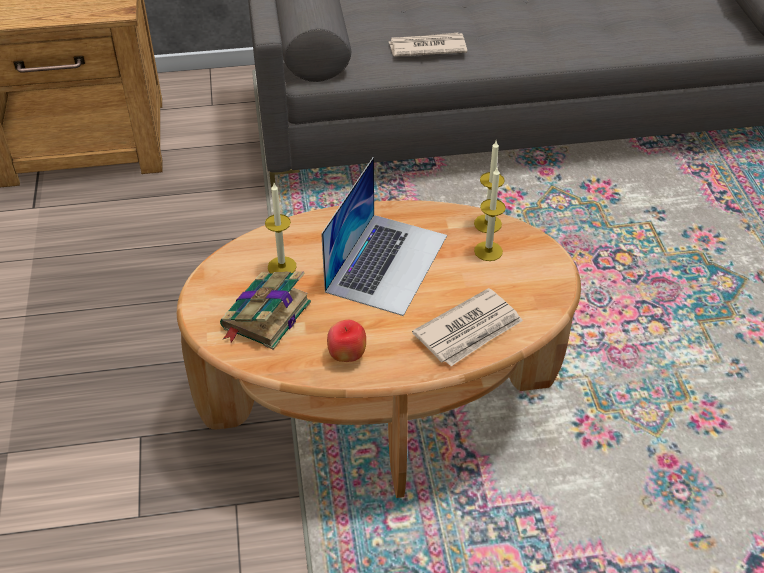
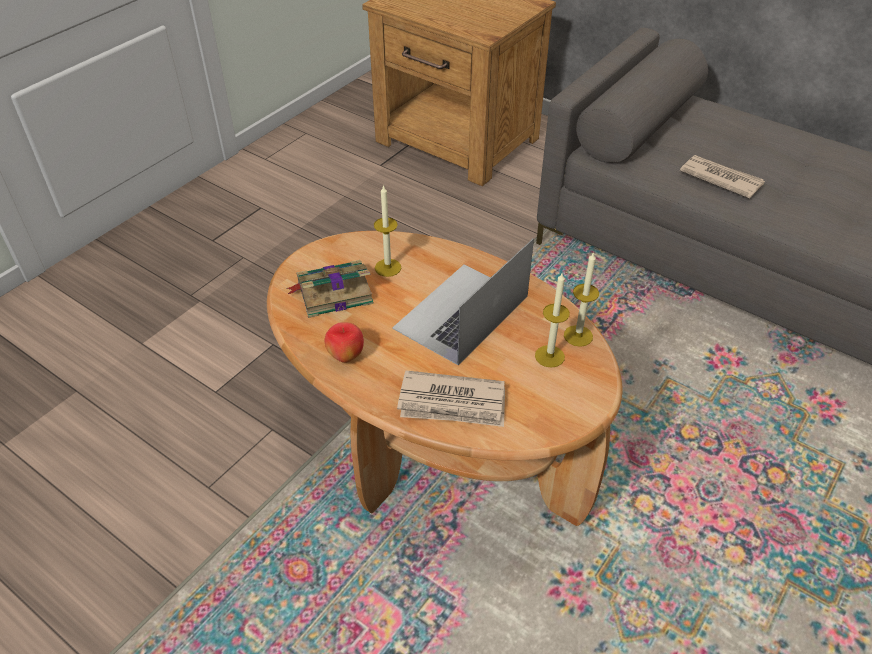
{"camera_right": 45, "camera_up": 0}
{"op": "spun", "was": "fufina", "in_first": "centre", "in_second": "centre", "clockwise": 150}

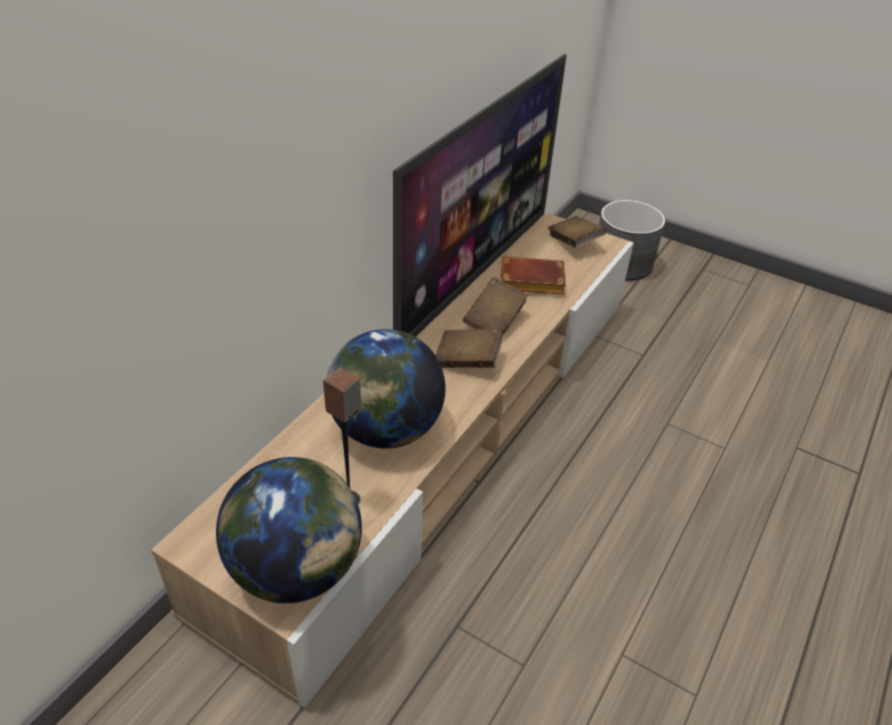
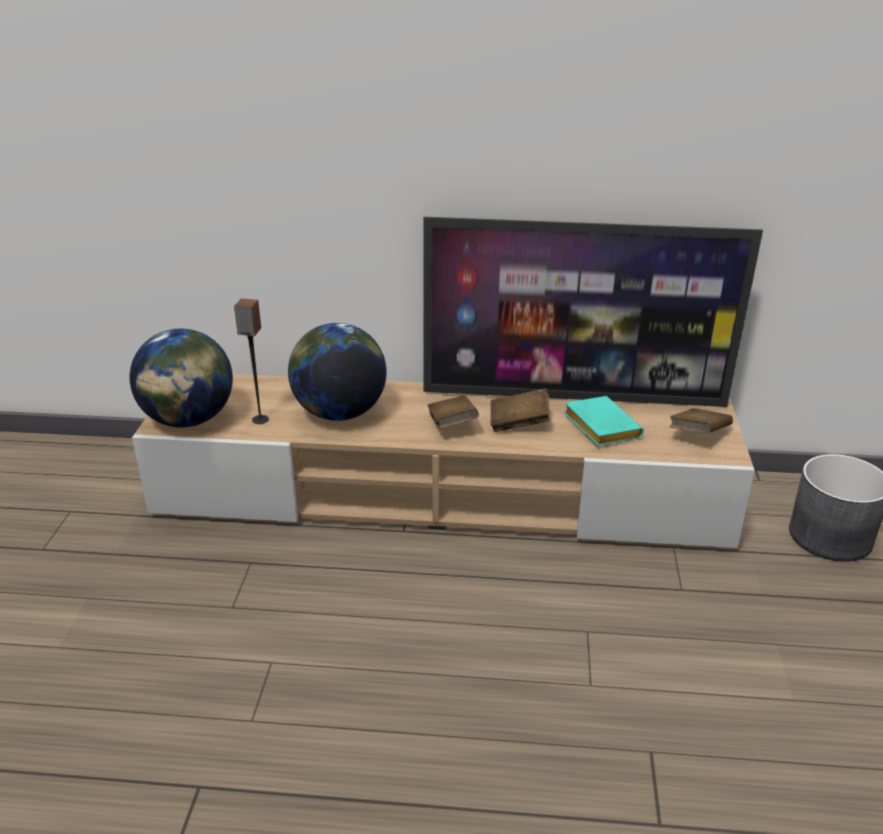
{"camera_right": 65, "camera_up": -10}
{"op": "colour", "was": "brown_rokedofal (no. 3 from left)", "now": "turquoise_rokedofal", "in_first": "centre", "in_second": "middle right"}

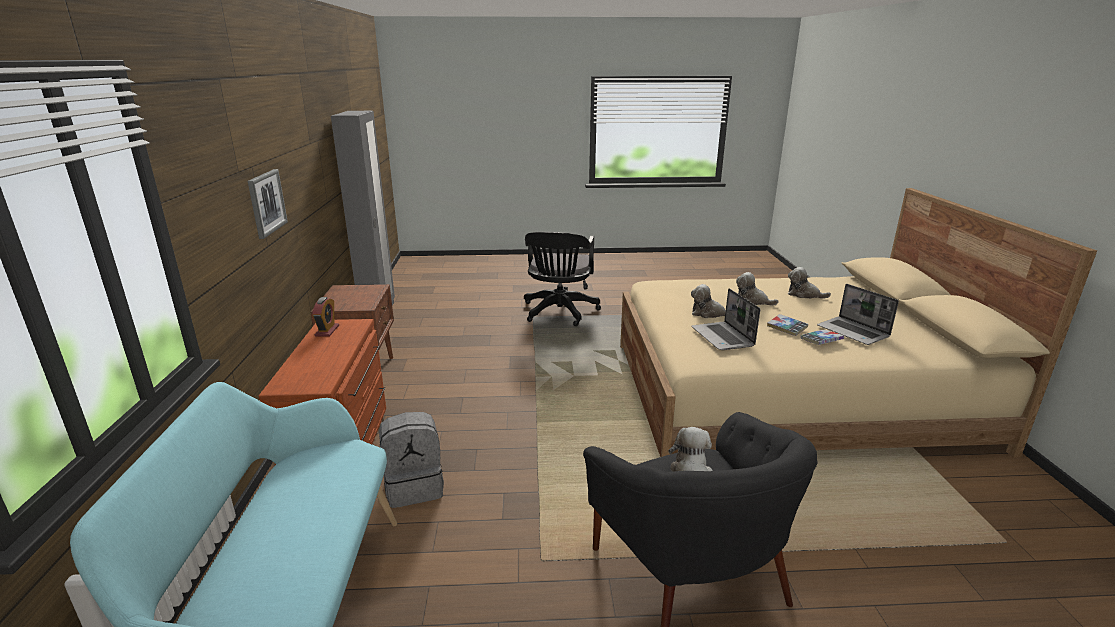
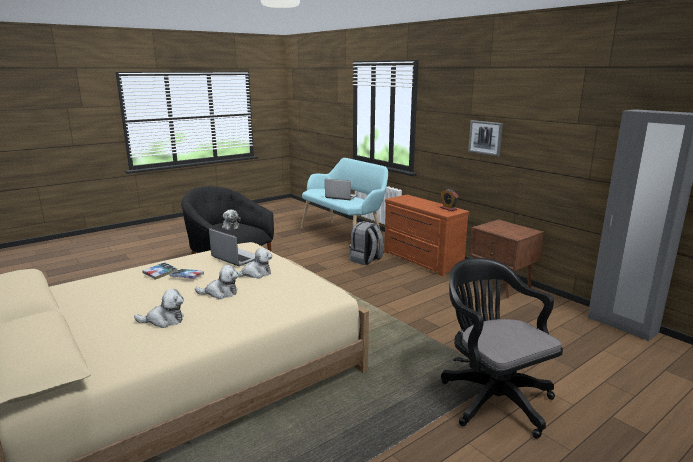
{"camera_right": 145, "camera_up": -5}
{"op": "relocated", "was": "fufina (no. 2 from left)", "in_first": "middle right", "in_second": "centre"}

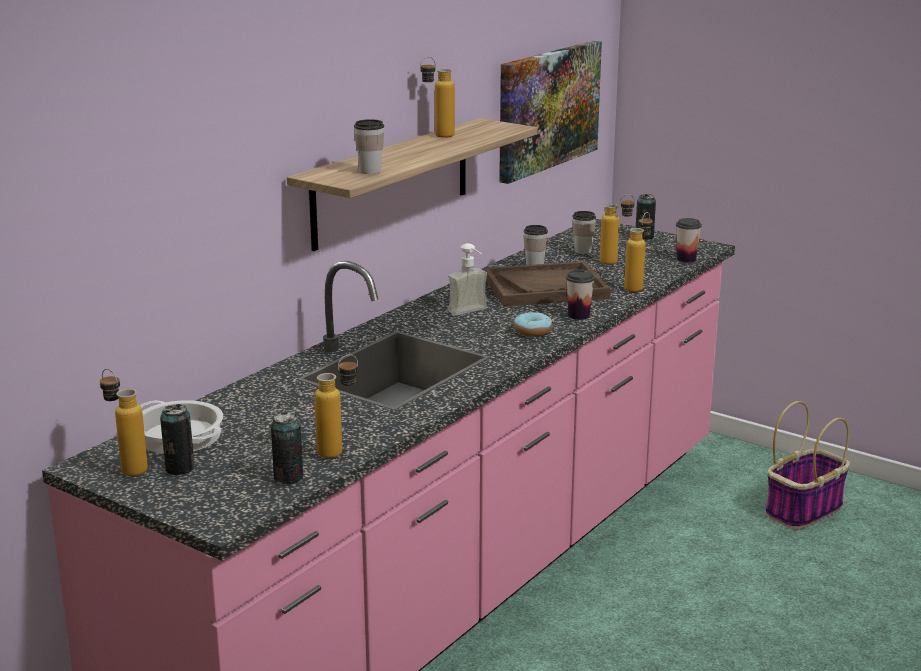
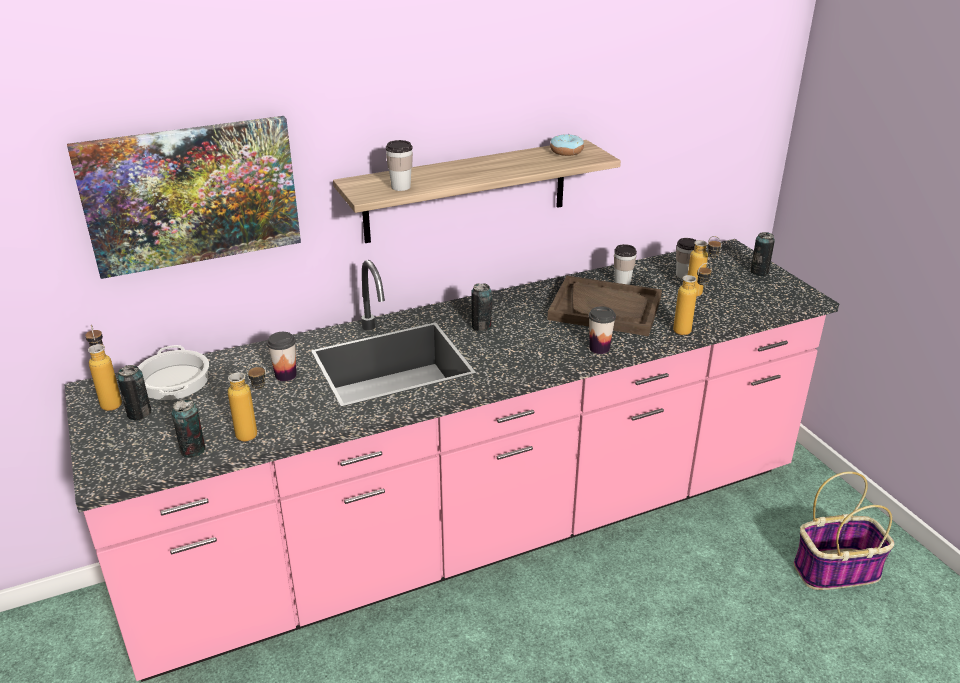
{"camera_right": 30, "camera_up": 10}
{"op": "relocated", "was": "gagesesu", "in_first": "top centre", "in_second": "top left"}
{"op": "relocated", "was": "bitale (no. 5 from left in the first image)", "now": "bitale (no. 1 from left)", "in_first": "middle right", "in_second": "middle left"}
{"op": "appeared", "now": "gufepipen (no. 3 from left)", "in_second": "centre"}
{"op": "relocated", "was": "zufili", "in_first": "centre", "in_second": "top centre"}
{"op": "missing", "was": "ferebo (no. 3 from left)", "in_first": "top centre"}
{"op": "missing", "was": "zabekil", "in_first": "centre"}

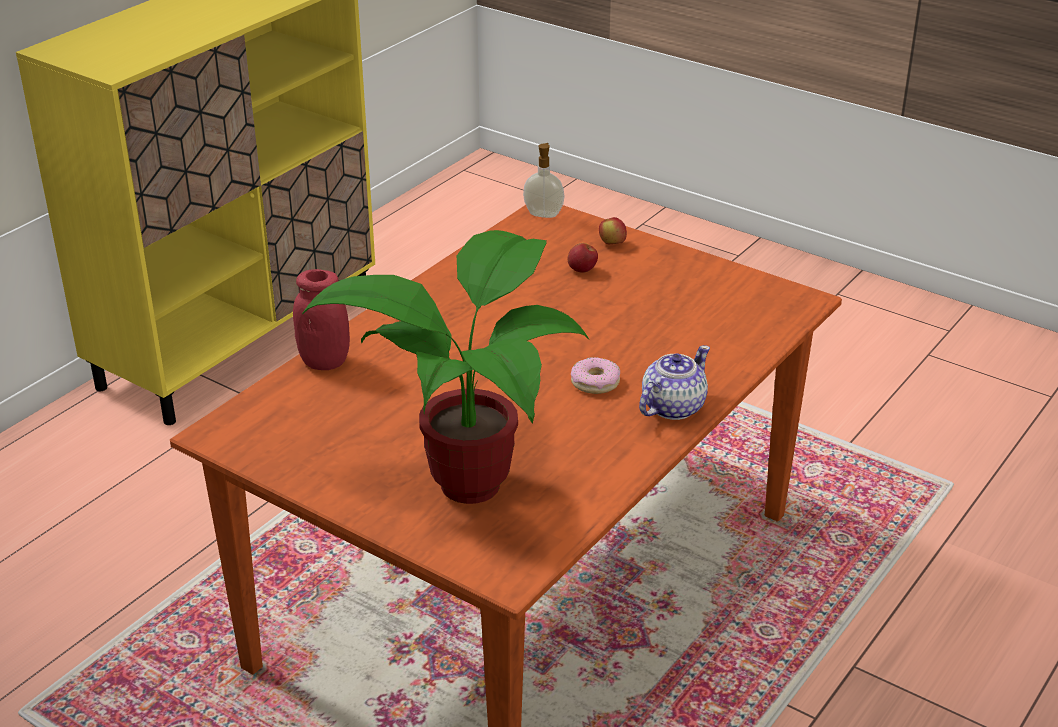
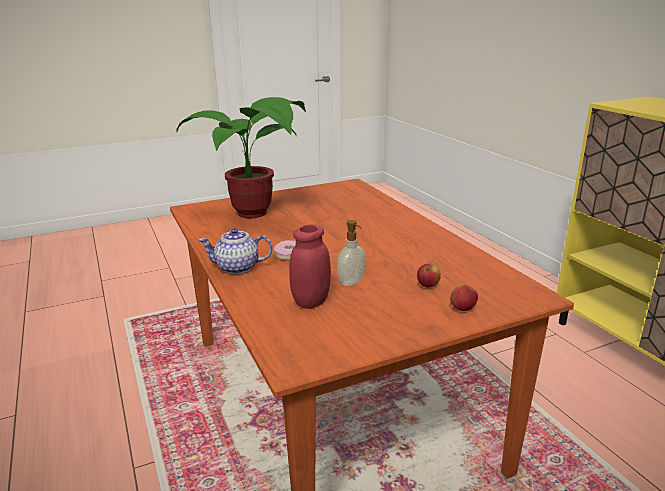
{"camera_right": 120, "camera_up": -10}
{"op": "spun", "was": "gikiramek", "in_first": "centre", "in_second": "centre", "clockwise": 105}
{"op": "relocated", "was": "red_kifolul", "in_first": "middle left", "in_second": "centre"}
{"op": "relocated", "was": "zabekil", "in_first": "top centre", "in_second": "centre"}

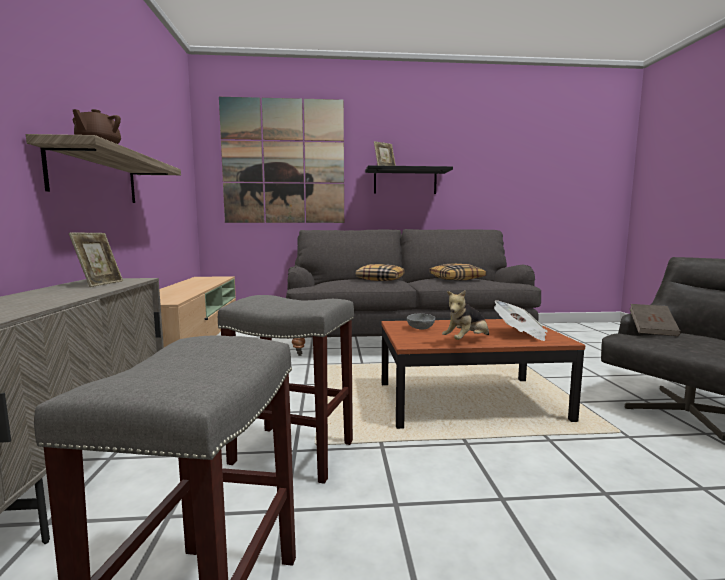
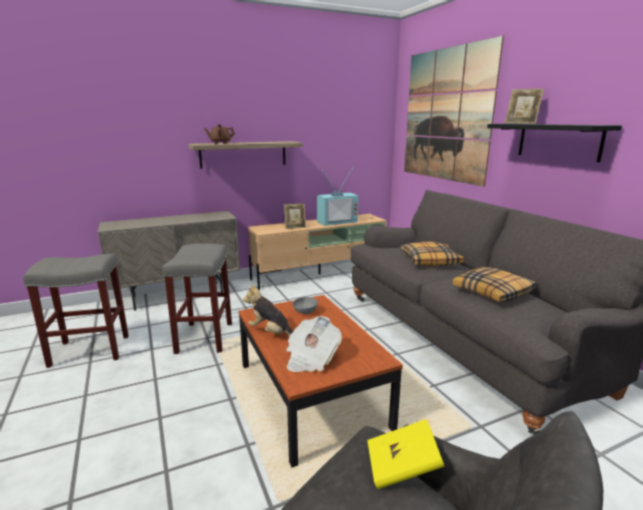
{"camera_right": 70, "camera_up": 10}
{"op": "relocated", "was": "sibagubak (no. 1 from left)", "in_first": "middle left", "in_second": "centre"}
{"op": "appeared", "now": "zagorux", "in_second": "centre"}
{"op": "colour", "was": "brown_rokedofal", "now": "yellow_rokedofal", "in_first": "middle right", "in_second": "bottom centre"}

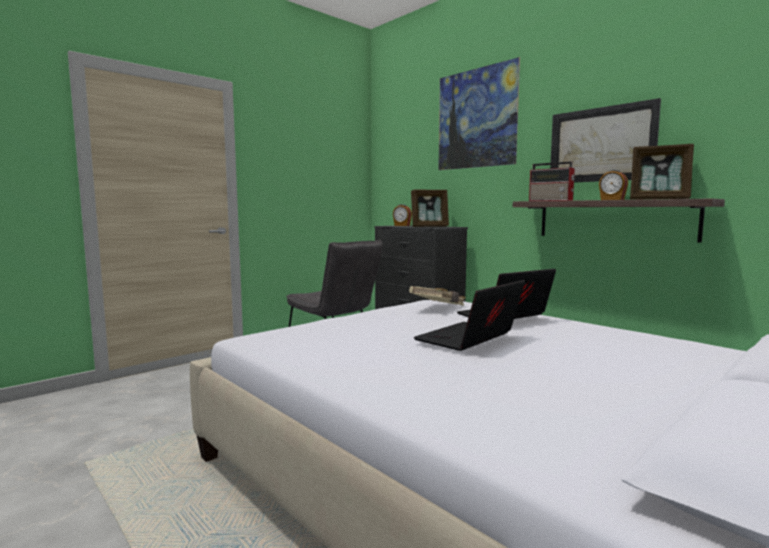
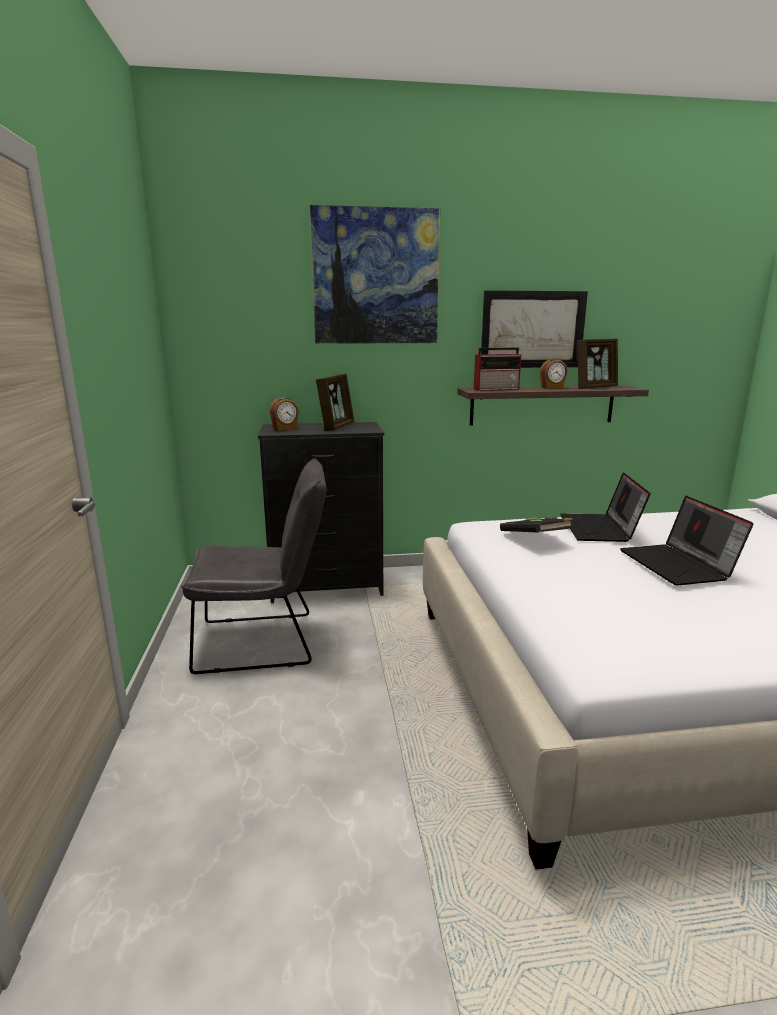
{"camera_right": -55, "camera_up": 10}
{"op": "colour", "was": "beige_rokedofal", "now": "black_rokedofal", "in_first": "centre", "in_second": "middle right"}

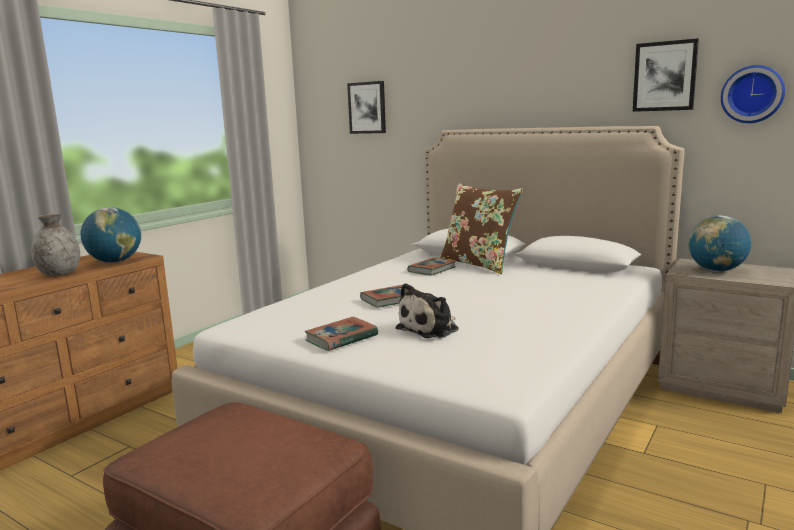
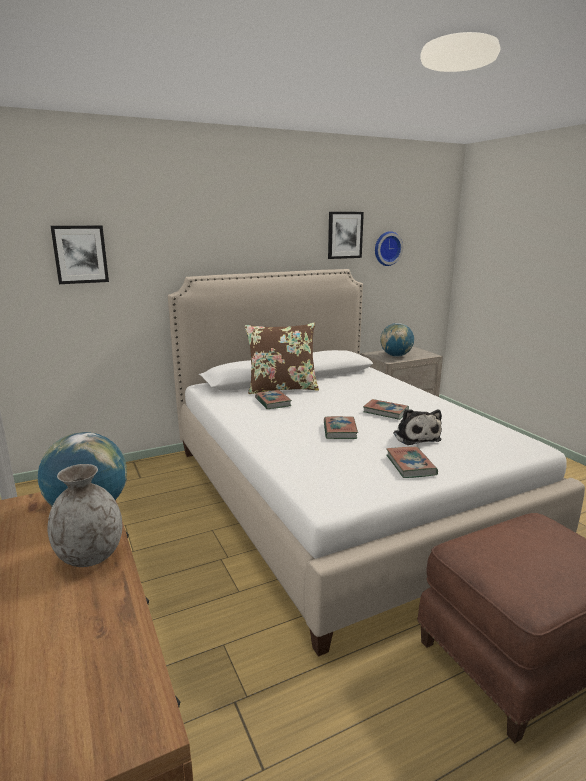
{"camera_right": -60, "camera_up": 5}
{"op": "appeared", "now": "rokedofal (no. 3 from left)", "in_second": "centre"}

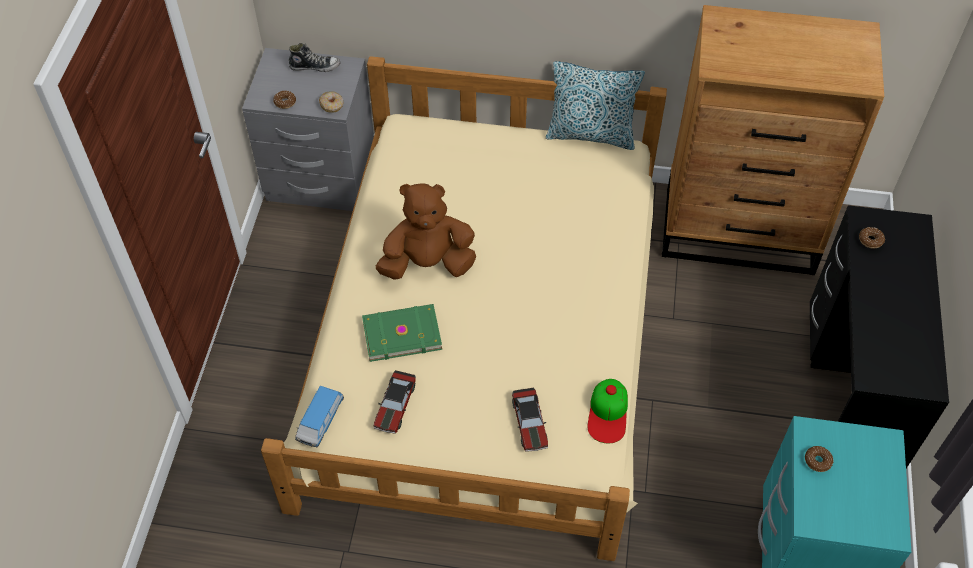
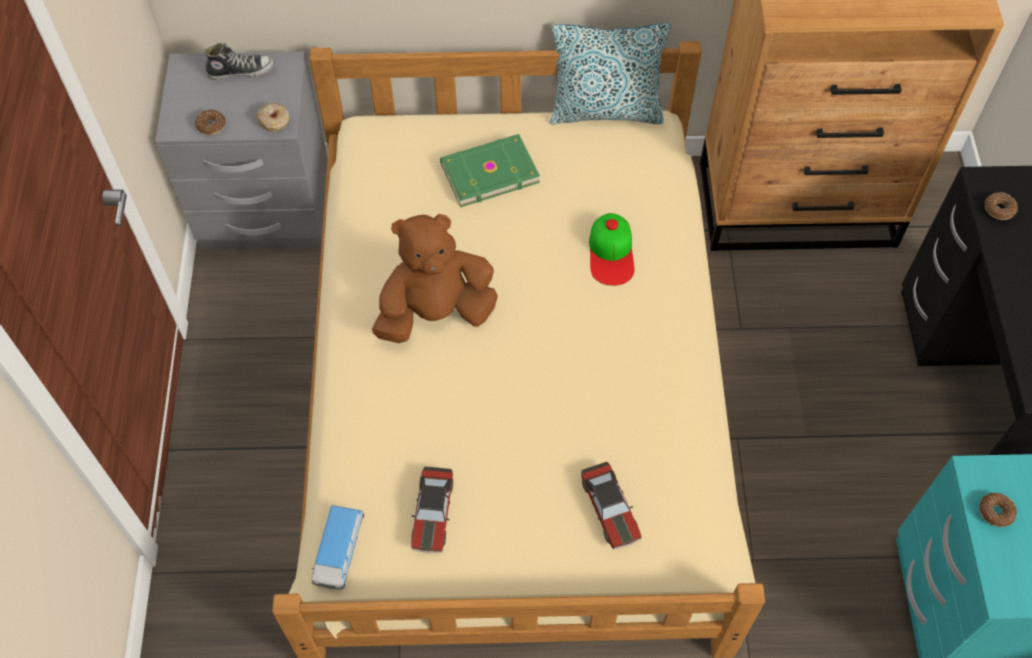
{"camera_right": -10, "camera_up": 5}
{"op": "relocated", "was": "green_rokedofal", "in_first": "centre", "in_second": "top centre"}
{"op": "relocated", "was": "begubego", "in_first": "bottom centre", "in_second": "centre"}

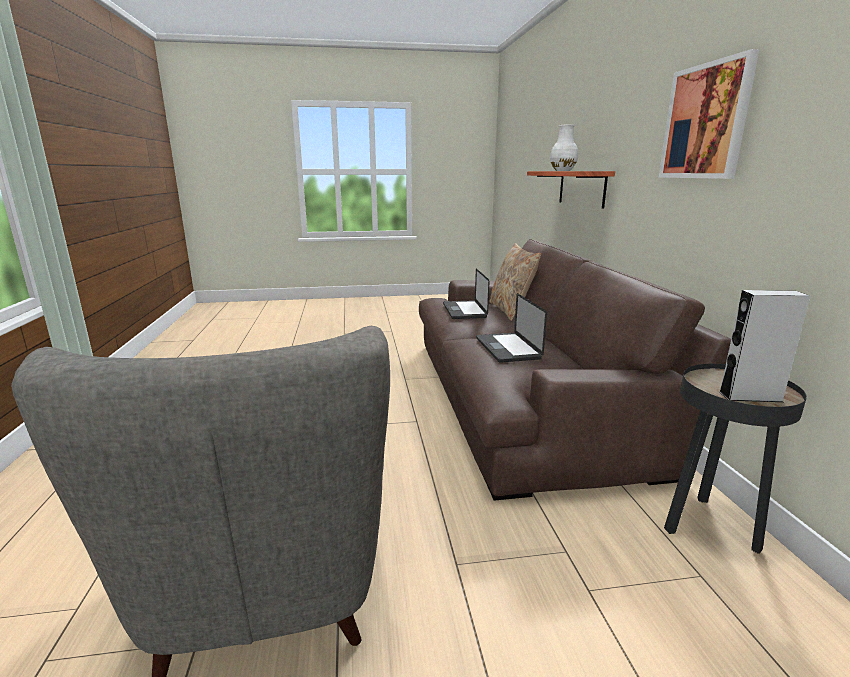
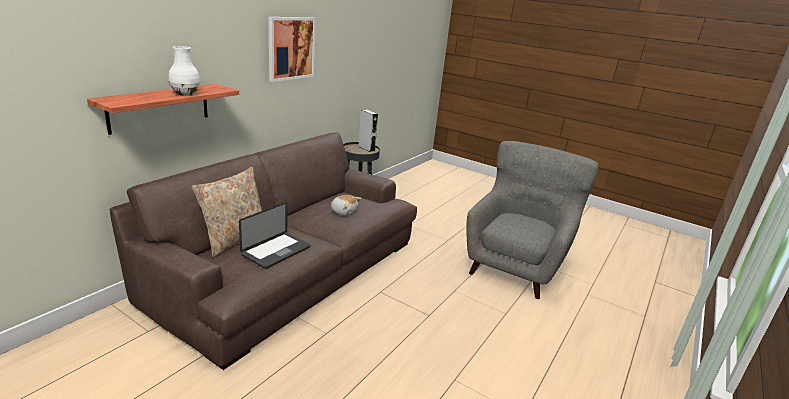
{"camera_right": -140, "camera_up": 5}
{"op": "exchanged", "was": "fufina (no. 2 from left)", "now": "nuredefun", "in_first": "centre", "in_second": "centre"}

